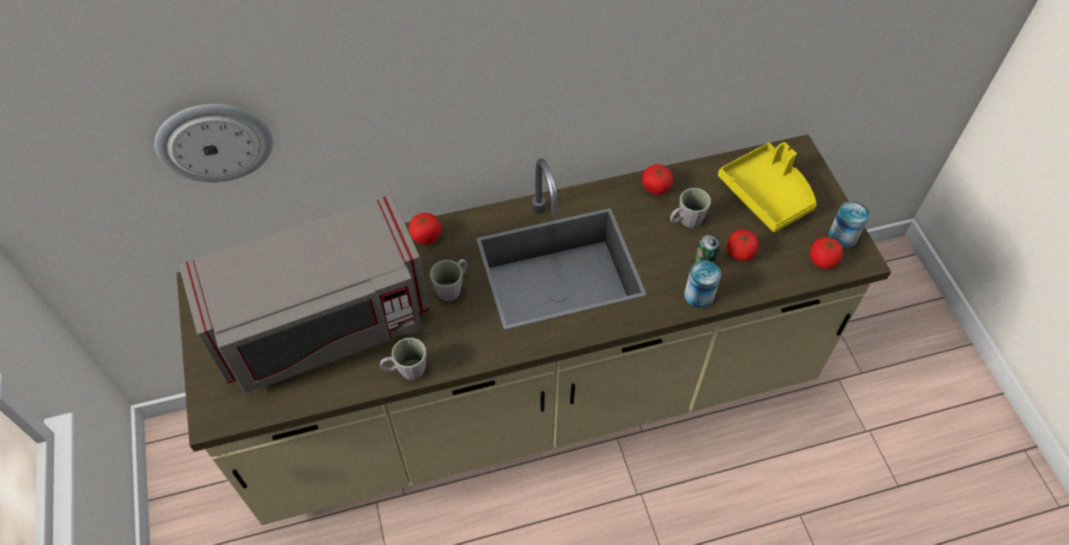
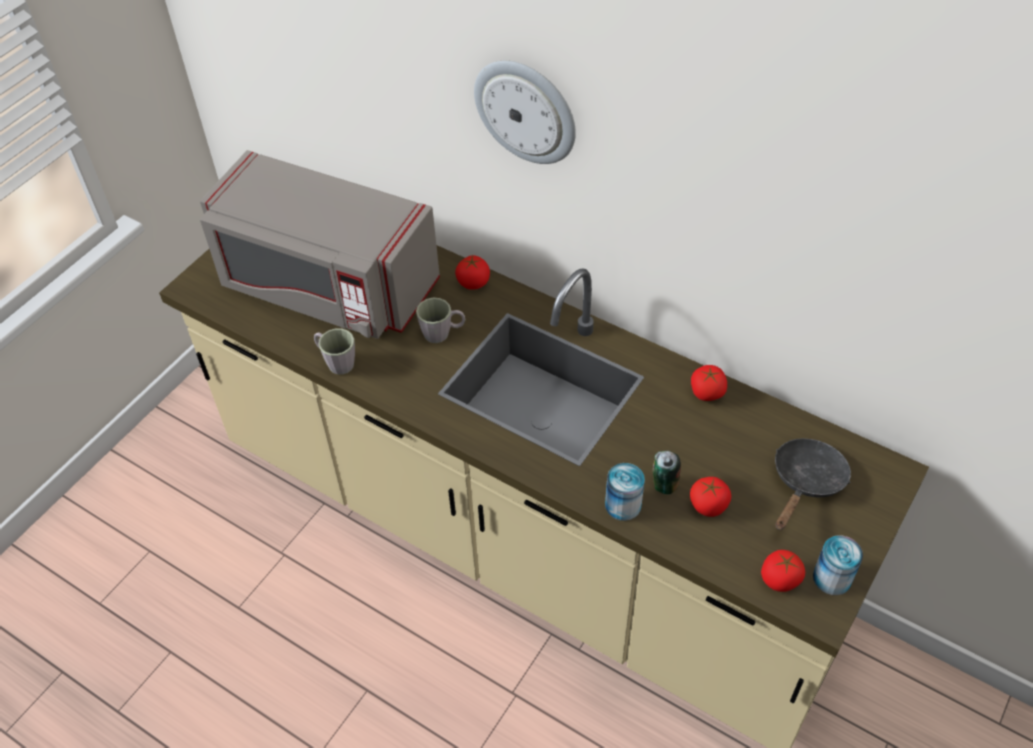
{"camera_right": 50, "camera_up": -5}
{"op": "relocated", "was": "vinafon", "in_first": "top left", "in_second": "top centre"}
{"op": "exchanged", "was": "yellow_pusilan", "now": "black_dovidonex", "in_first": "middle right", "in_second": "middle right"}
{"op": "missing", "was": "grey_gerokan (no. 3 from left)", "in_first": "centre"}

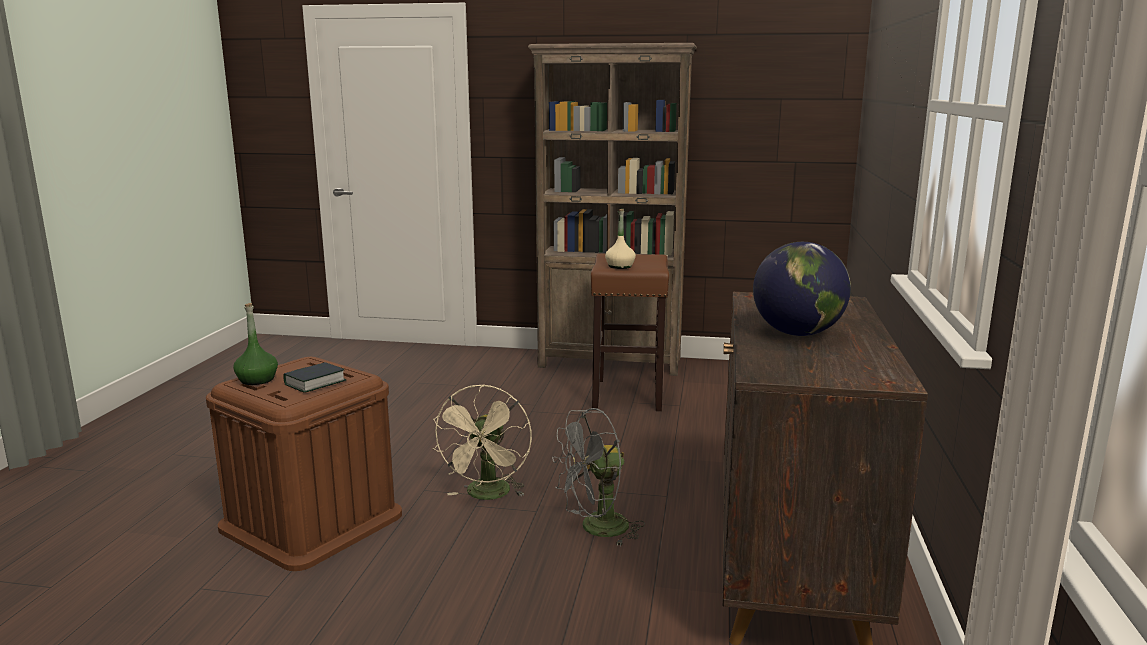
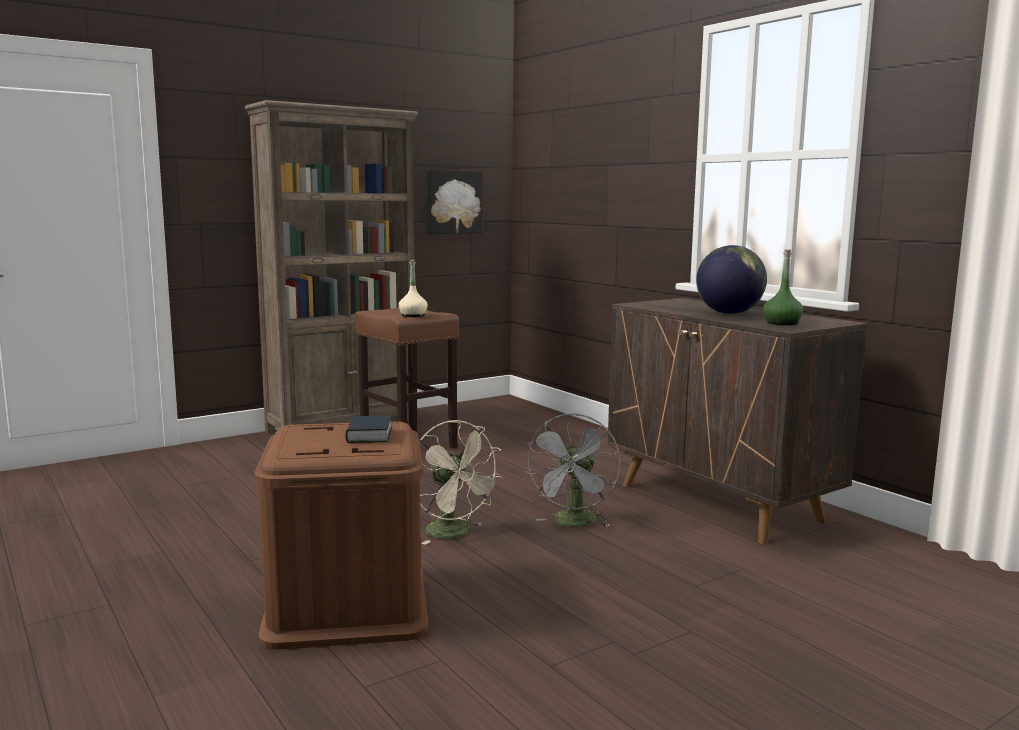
{"camera_right": -45, "camera_up": -5}
{"op": "appeared", "now": "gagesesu", "in_second": "top centre"}
{"op": "relocated", "was": "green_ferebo", "in_first": "middle left", "in_second": "middle right"}

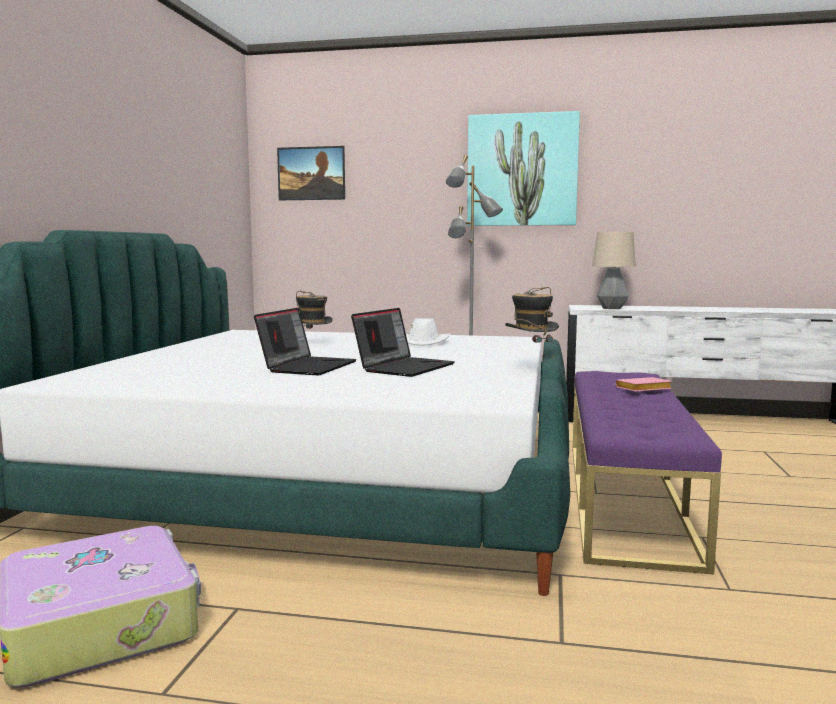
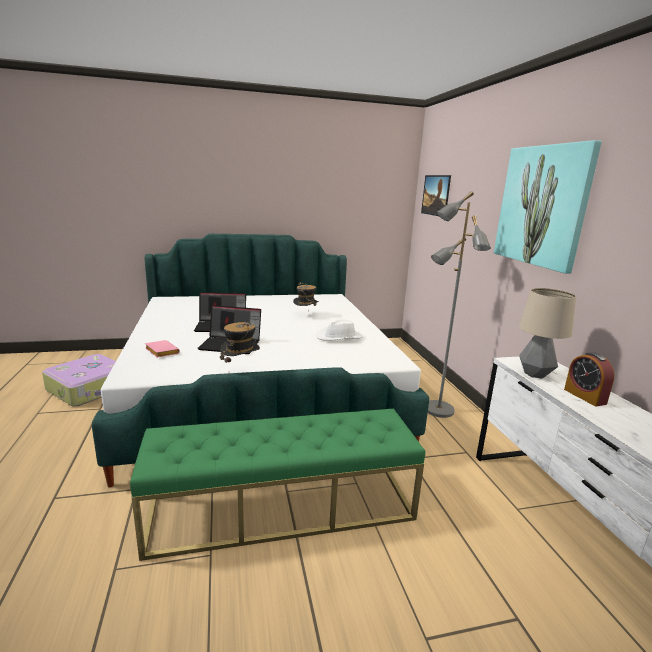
{"camera_right": 65, "camera_up": 10}
{"op": "colour", "was": "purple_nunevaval", "now": "green_nunevaval", "in_first": "bottom right", "in_second": "bottom centre"}
{"op": "relocated", "was": "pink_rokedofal", "in_first": "middle right", "in_second": "middle left"}
{"op": "appeared", "now": "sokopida", "in_second": "middle right"}

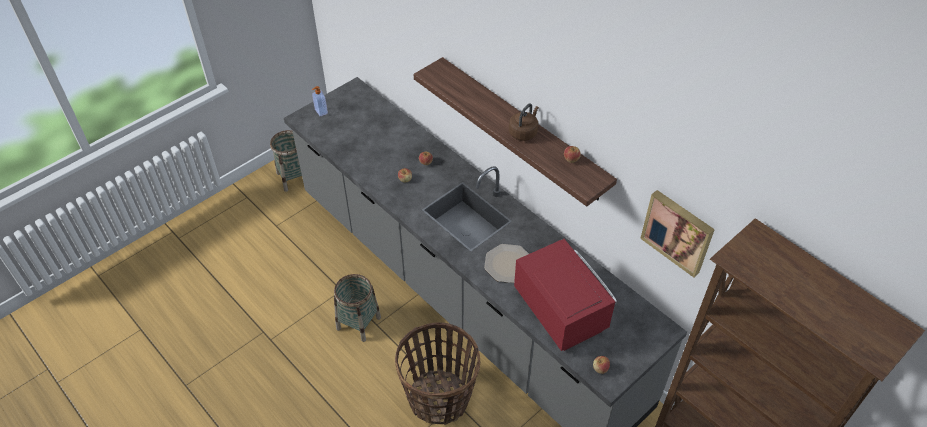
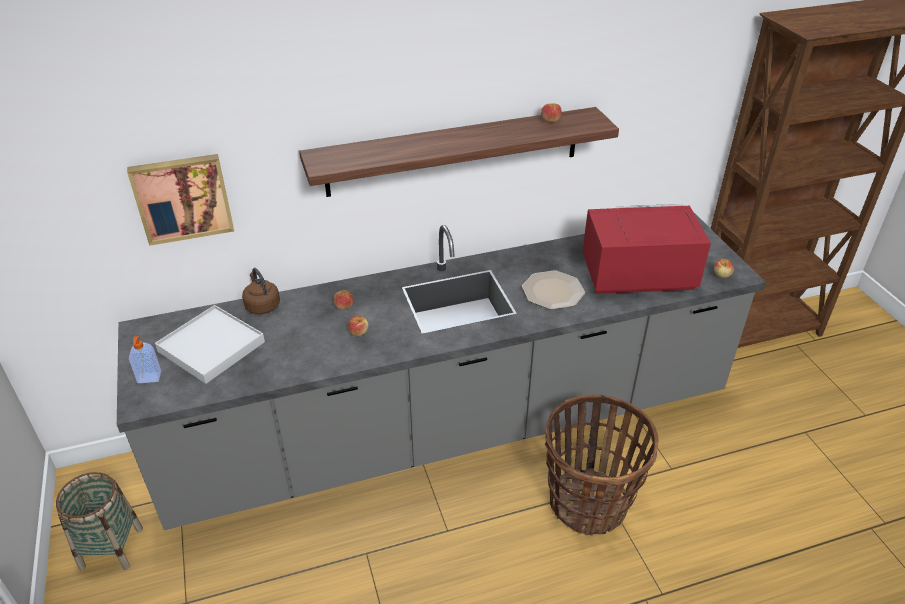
{"camera_right": -65, "camera_up": -10}
{"op": "relocated", "was": "gagesesu", "in_first": "middle right", "in_second": "top left"}
{"op": "appeared", "now": "white_pusilan", "in_second": "middle left"}
{"op": "relocated", "was": "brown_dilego", "in_first": "top centre", "in_second": "middle left"}
{"op": "missing", "was": "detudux (no. 2 from left)", "in_first": "bottom centre"}

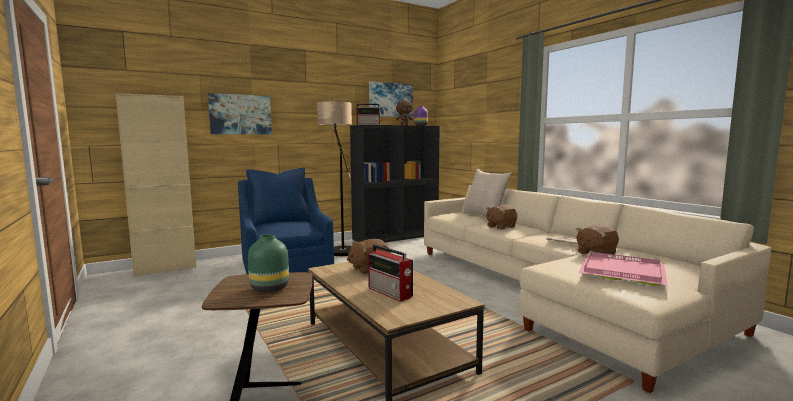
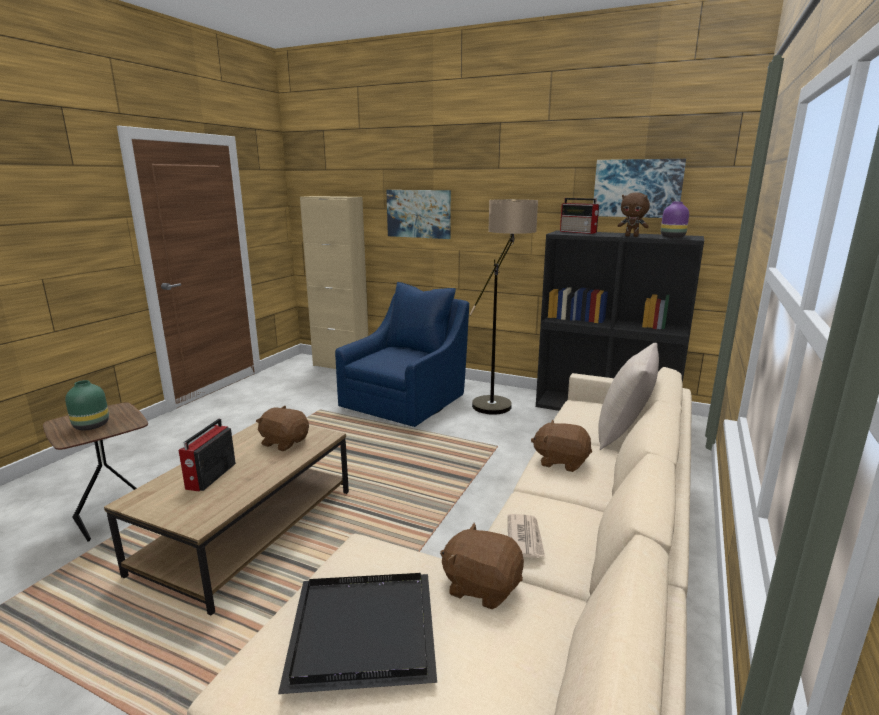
{"camera_right": 55, "camera_up": 10}
{"op": "colour", "was": "pink_pusilan", "now": "black_pusilan", "in_first": "bottom right", "in_second": "bottom centre"}

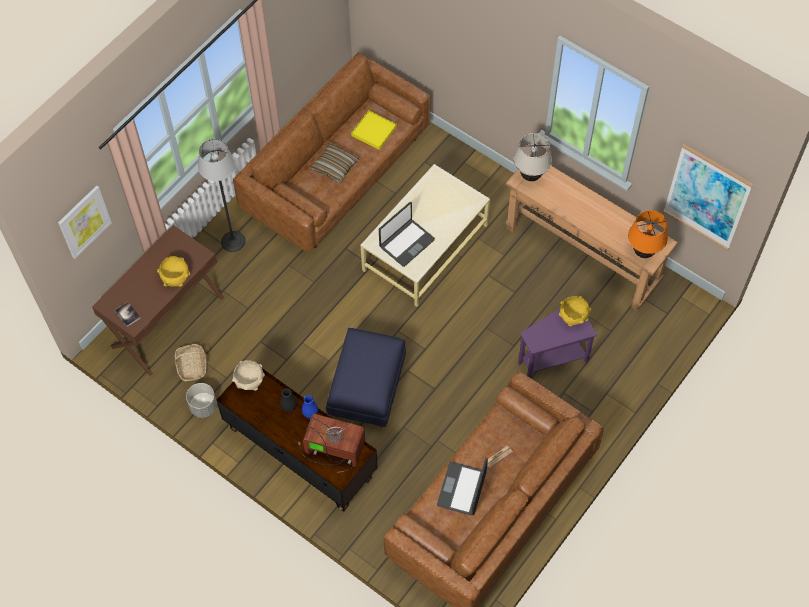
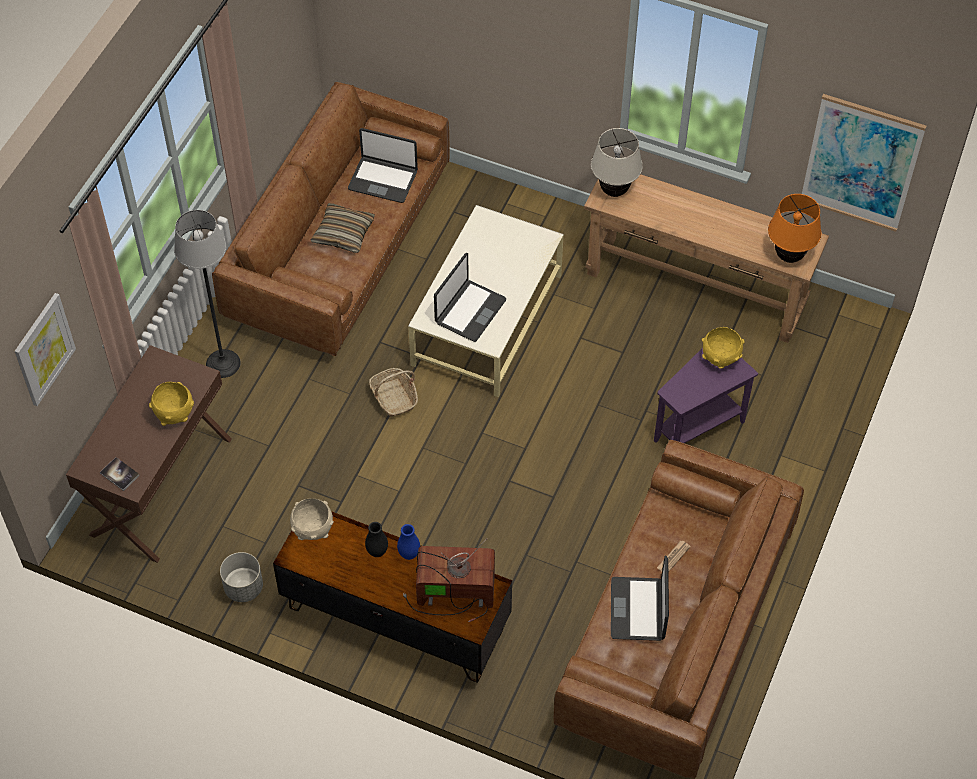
{"camera_right": -15, "camera_up": -5}
{"op": "exchanged", "was": "yellow_pusilan", "now": "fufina (no. 1 from left)", "in_first": "top centre", "in_second": "top centre"}
{"op": "relocated", "was": "detudux", "in_first": "middle left", "in_second": "centre"}
{"op": "missing", "was": "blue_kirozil", "in_first": "centre"}

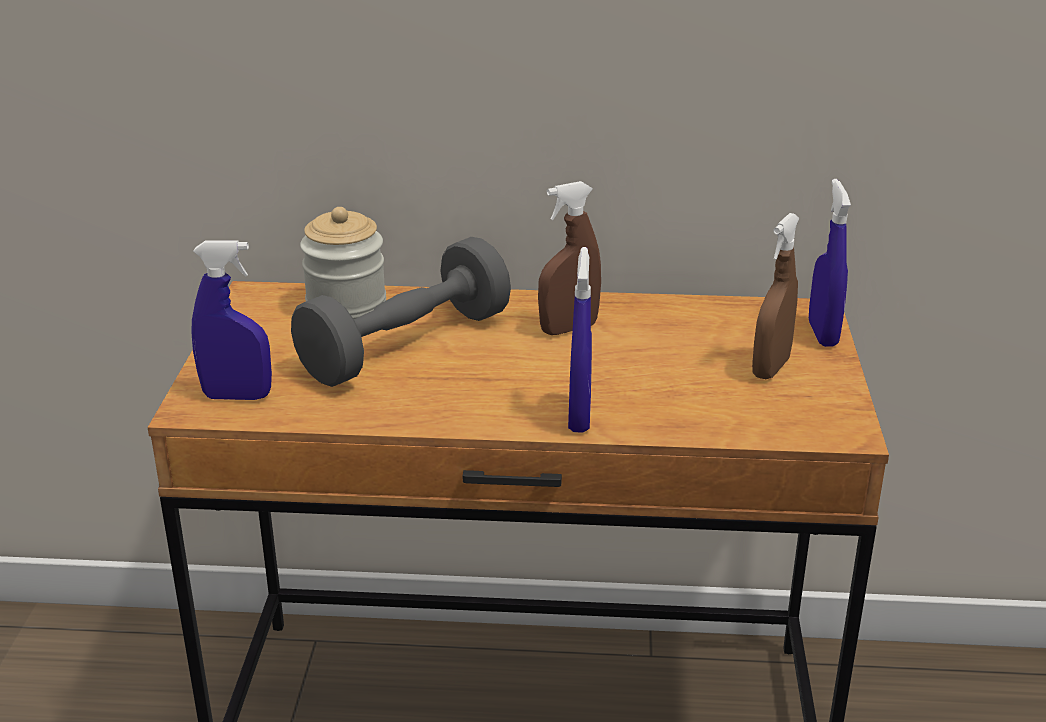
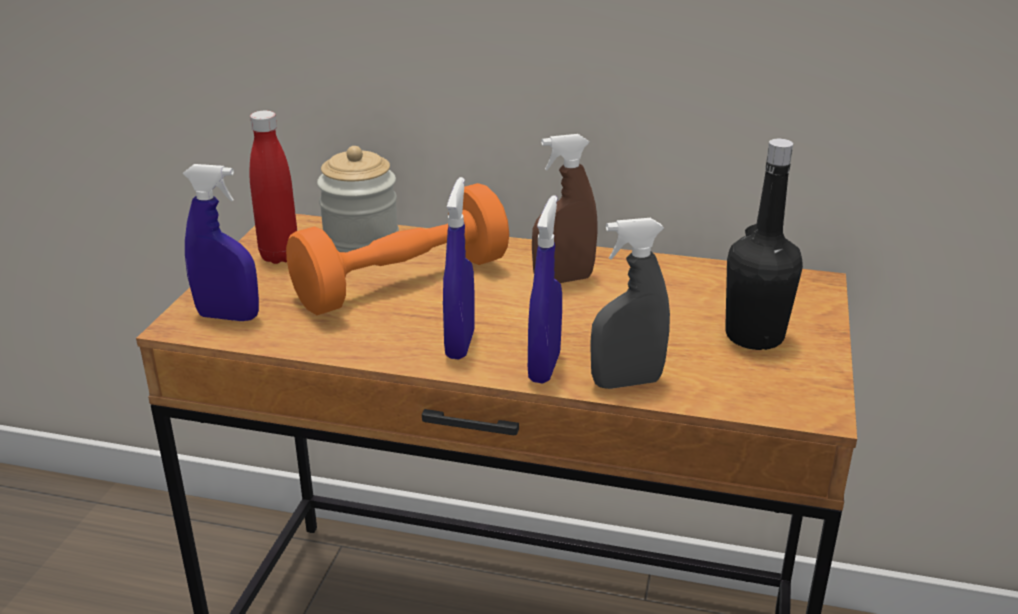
{"camera_right": 10, "camera_up": 0}
{"op": "appeared", "now": "red_ferebo", "in_second": "top left"}
{"op": "colour", "was": "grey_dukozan", "now": "orange_dukozan", "in_first": "centre", "in_second": "centre"}
{"op": "relocated", "was": "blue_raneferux (no. 3 from left in the first image)", "now": "blue_raneferux (no. 2 from left)", "in_first": "middle right", "in_second": "centre"}
{"op": "appeared", "now": "grey_raneferux", "in_second": "centre"}
{"op": "exchanged", "was": "brown_raneferux (no. 2 from left)", "now": "black_ferebo", "in_first": "middle right", "in_second": "middle right"}

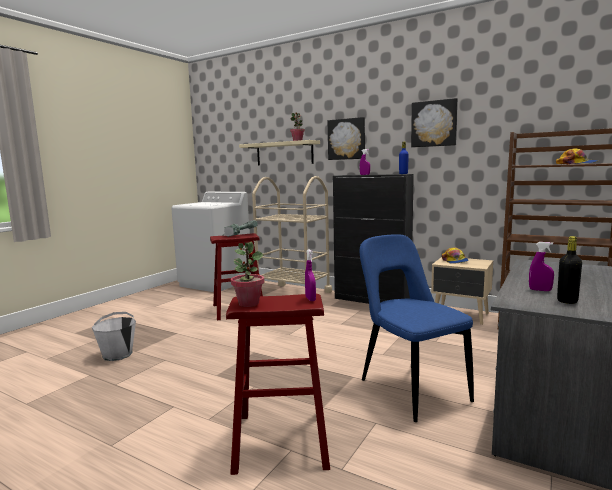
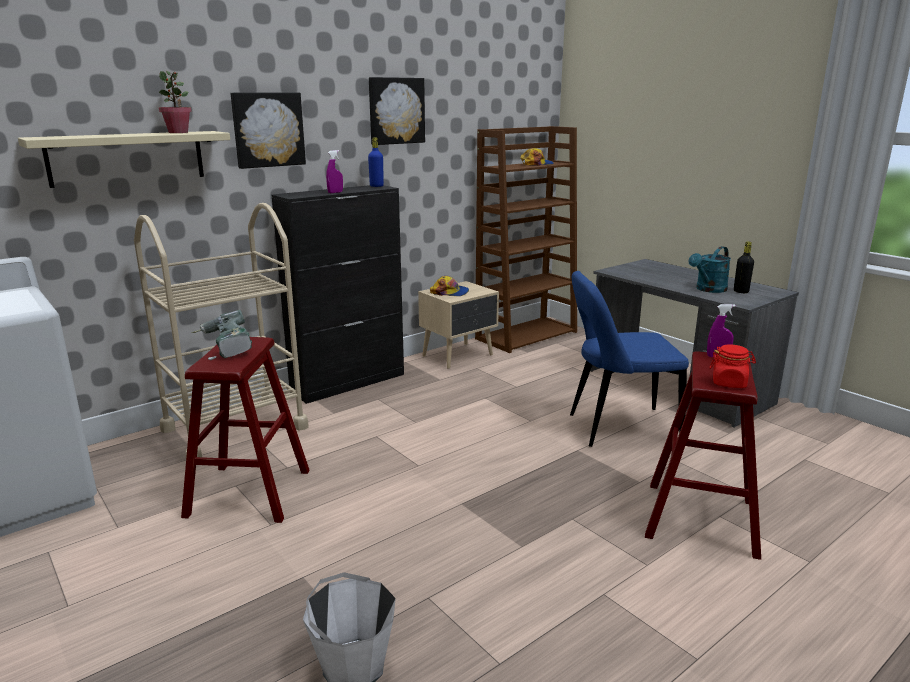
{"camera_right": -70, "camera_up": 10}
{"op": "exchanged", "was": "purple_raneferux (no. 3 from left)", "now": "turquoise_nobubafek", "in_first": "middle right", "in_second": "middle right"}
{"op": "exchanged", "was": "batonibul (no. 1 from left)", "now": "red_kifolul", "in_first": "centre", "in_second": "middle right"}

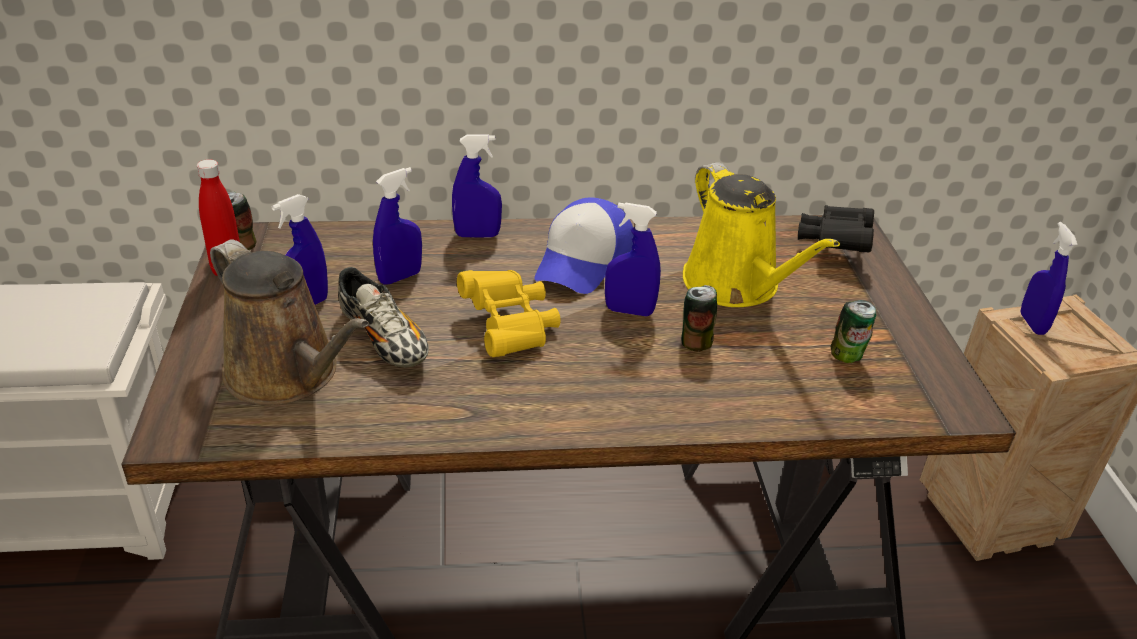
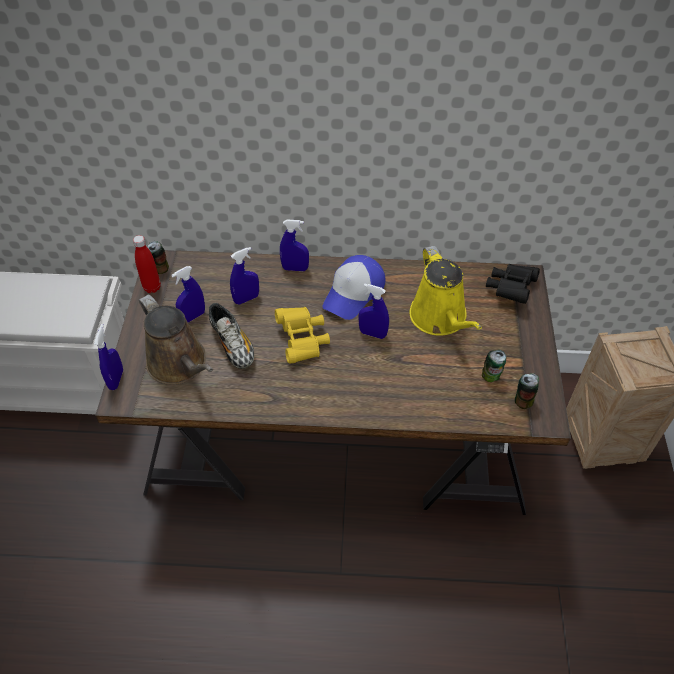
{"camera_right": 10, "camera_up": 15}
{"op": "relocated", "was": "blue_raneferux (no. 5 from left in the first image)", "now": "blue_raneferux (no. 1 from left)", "in_first": "middle right", "in_second": "middle left"}
{"op": "relocated", "was": "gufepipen (no. 2 from left in the first image)", "now": "gufepipen (no. 3 from left)", "in_first": "centre", "in_second": "middle right"}

